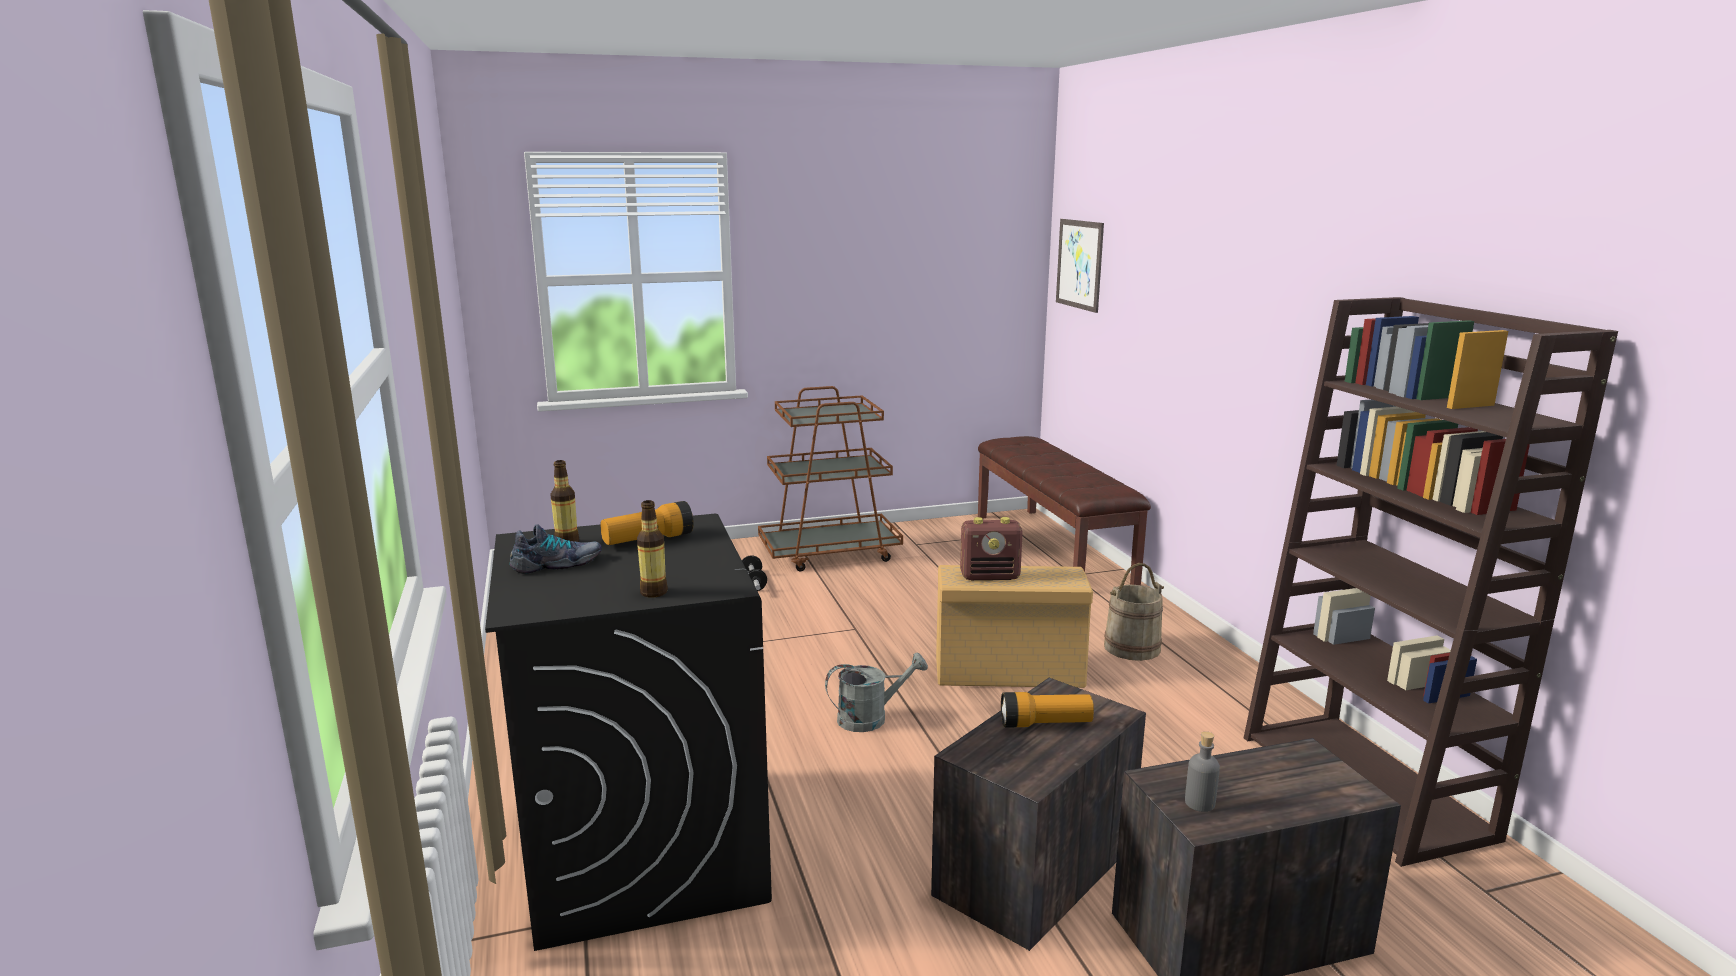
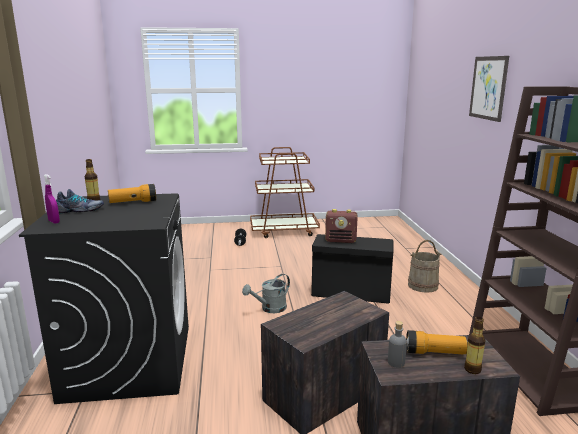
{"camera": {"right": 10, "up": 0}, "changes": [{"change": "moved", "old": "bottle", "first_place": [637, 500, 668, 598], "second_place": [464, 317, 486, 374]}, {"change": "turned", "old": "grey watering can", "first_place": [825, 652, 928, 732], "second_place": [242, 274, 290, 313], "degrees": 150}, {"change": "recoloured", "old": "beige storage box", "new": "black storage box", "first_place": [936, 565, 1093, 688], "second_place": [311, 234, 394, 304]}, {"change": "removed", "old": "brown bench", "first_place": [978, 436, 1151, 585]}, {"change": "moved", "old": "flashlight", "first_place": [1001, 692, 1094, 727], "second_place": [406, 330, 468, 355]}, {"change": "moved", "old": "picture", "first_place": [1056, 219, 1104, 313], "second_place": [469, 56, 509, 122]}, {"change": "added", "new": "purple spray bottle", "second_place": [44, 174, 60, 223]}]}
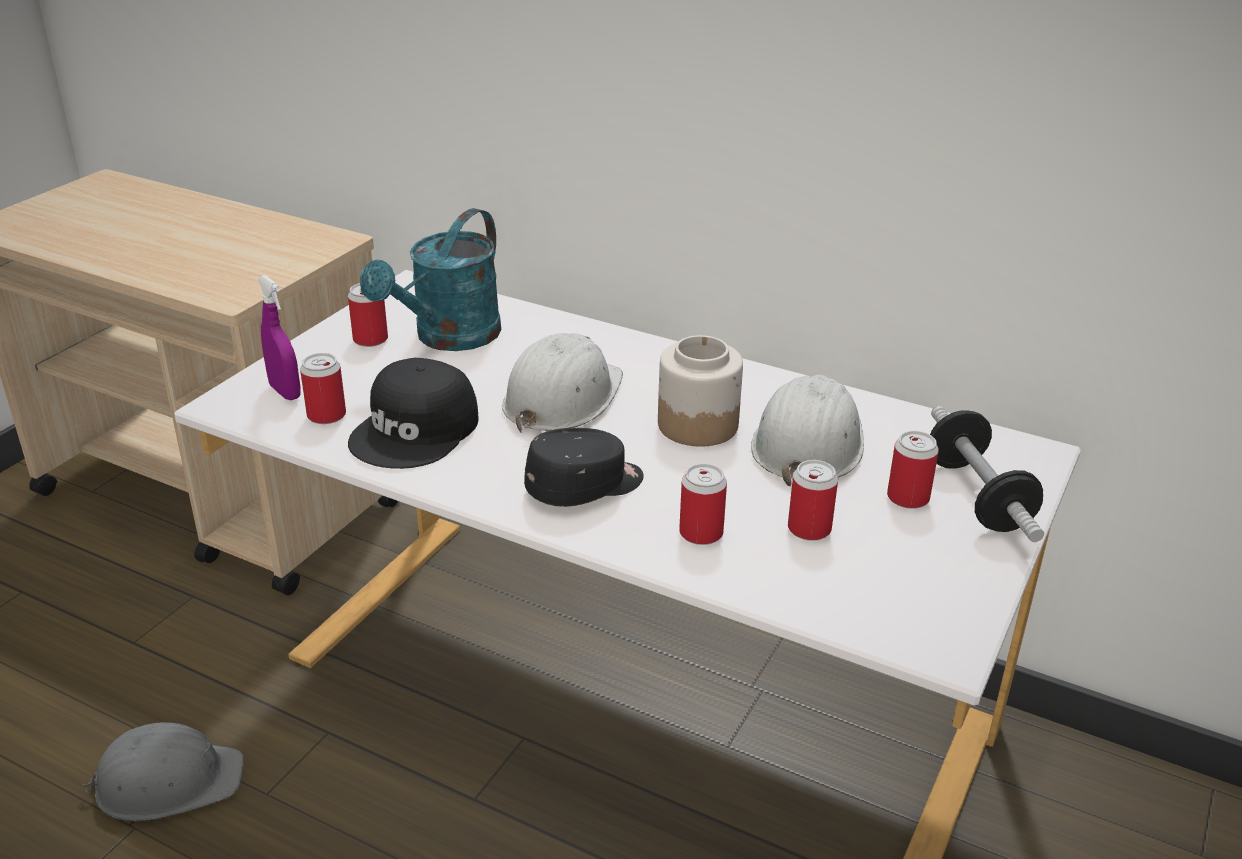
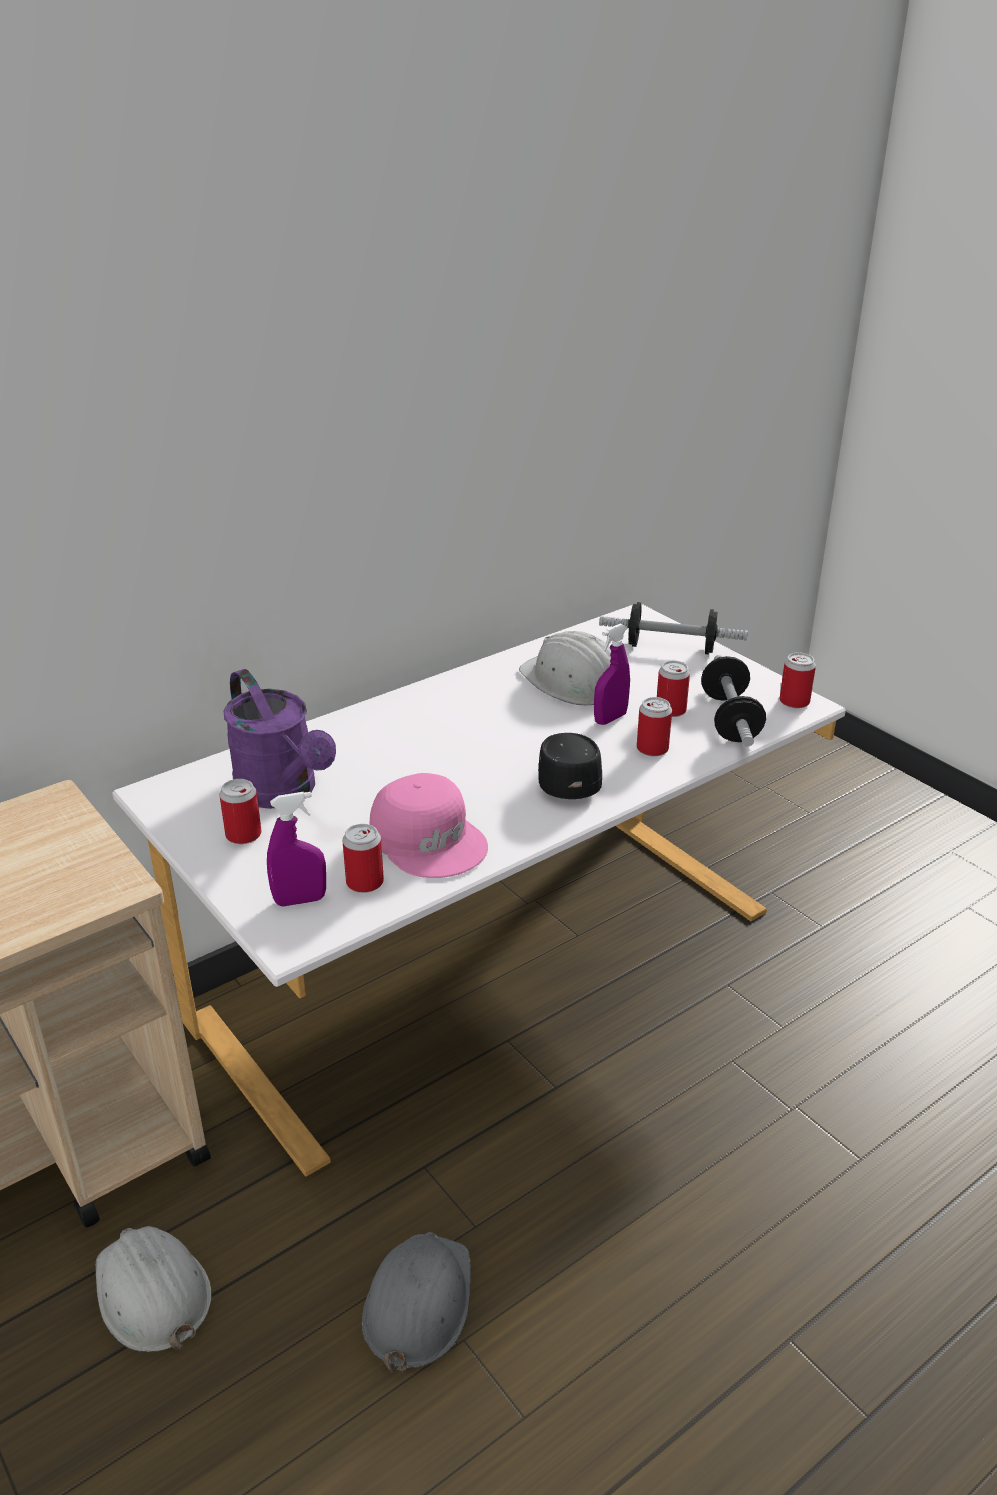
{"camera": {"right": -65, "up": 0}, "changes": [{"change": "recoloured", "old": "black cap", "new": "pink cap", "first_place": [348, 358, 479, 469], "second_place": [369, 773, 488, 878]}, {"change": "recoloured", "old": "turquoise watering can", "new": "purple watering can", "first_place": [360, 208, 501, 351], "second_place": [223, 669, 336, 809]}, {"change": "moved", "old": "white hard hat", "first_place": [502, 333, 623, 433], "second_place": [96, 1226, 212, 1352]}, {"change": "removed", "old": "jar", "first_place": [658, 335, 743, 447]}, {"change": "moved", "old": "can", "first_place": [887, 431, 939, 509], "second_place": [779, 652, 816, 708]}, {"change": "added", "new": "purple spray bottle", "second_place": [594, 624, 630, 725]}, {"change": "added", "new": "dumbbell", "second_place": [701, 655, 766, 747]}]}
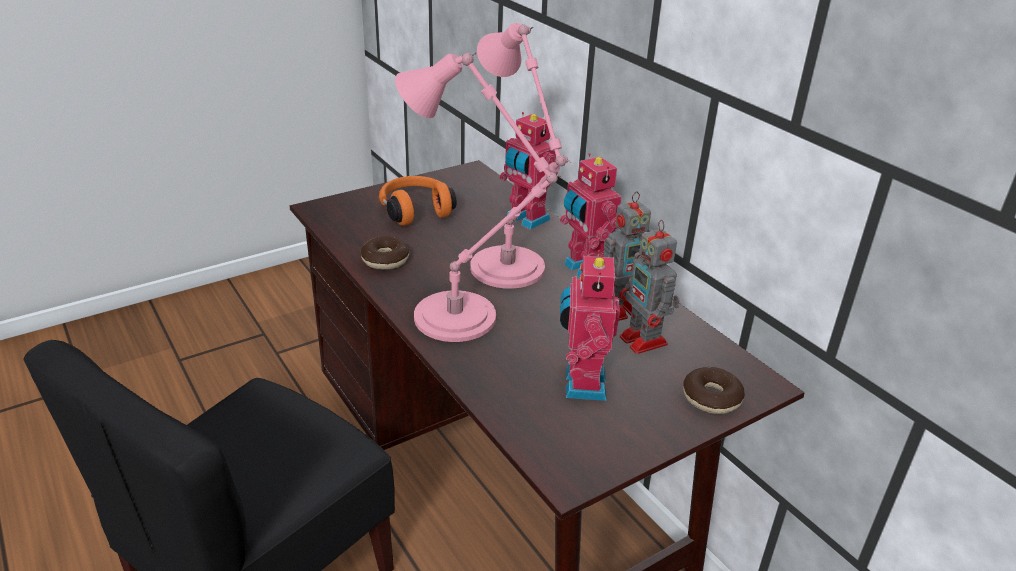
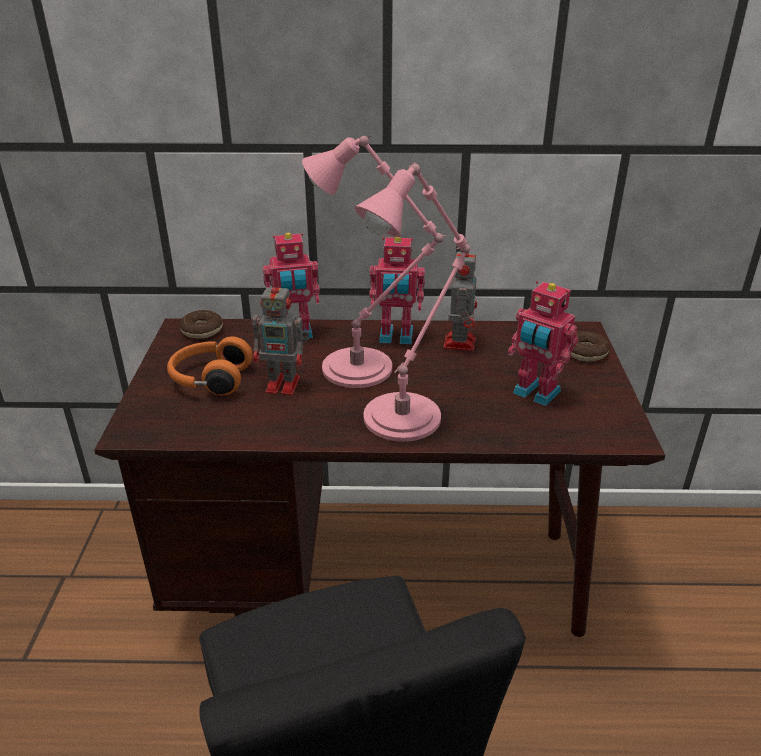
{"camera": {"right": -55, "up": 0}, "changes": [{"change": "moved", "old": "donut", "first_place": [360, 236, 409, 269], "second_place": [179, 310, 223, 338]}, {"change": "moved", "old": "toy robot", "first_place": [619, 220, 680, 354], "second_place": [252, 277, 309, 395]}]}
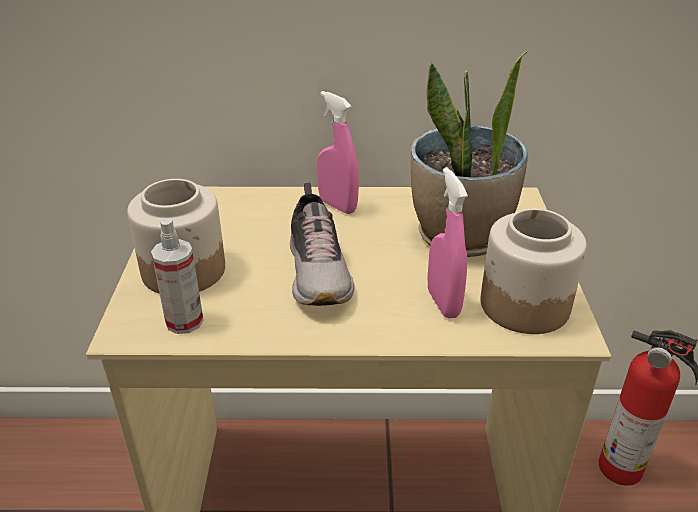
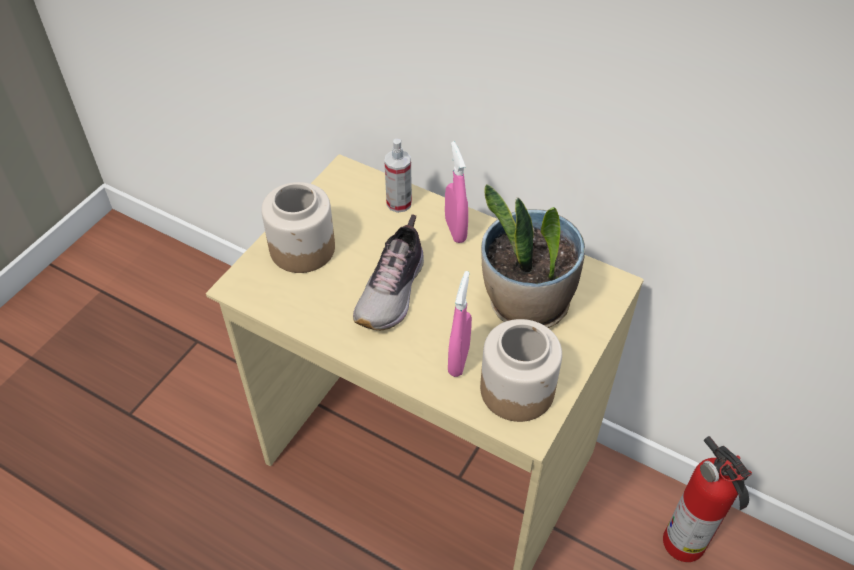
{"camera": {"right": 30, "up": 15}, "changes": [{"change": "moved", "old": "spray bottle", "first_place": [151, 218, 204, 334], "second_place": [384, 139, 412, 213]}]}
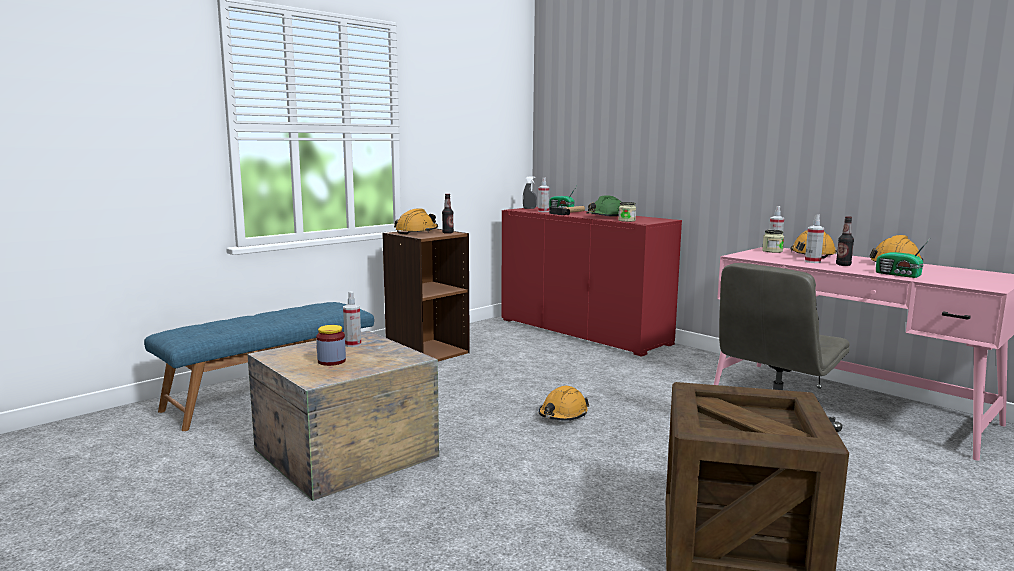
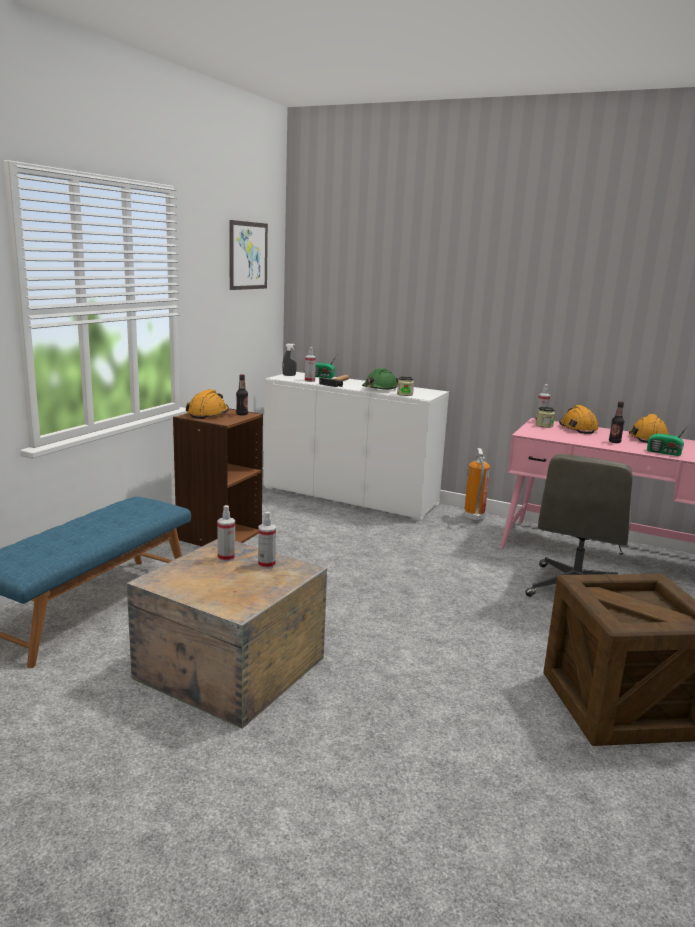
{"camera": {"right": -20, "up": 5}, "changes": [{"change": "removed", "old": "jar", "first_place": [316, 325, 346, 366]}, {"change": "recoloured", "old": "red cabinet", "new": "white cabinet", "first_place": [501, 207, 682, 357], "second_place": [264, 372, 449, 521]}, {"change": "removed", "old": "orange hard hat", "first_place": [538, 386, 589, 421]}, {"change": "moved", "old": "spray bottle", "first_place": [805, 215, 824, 263], "second_place": [258, 512, 276, 569]}, {"change": "added", "new": "picture", "second_place": [229, 220, 268, 290]}, {"change": "added", "new": "fire extinguisher", "second_place": [464, 448, 490, 522]}]}
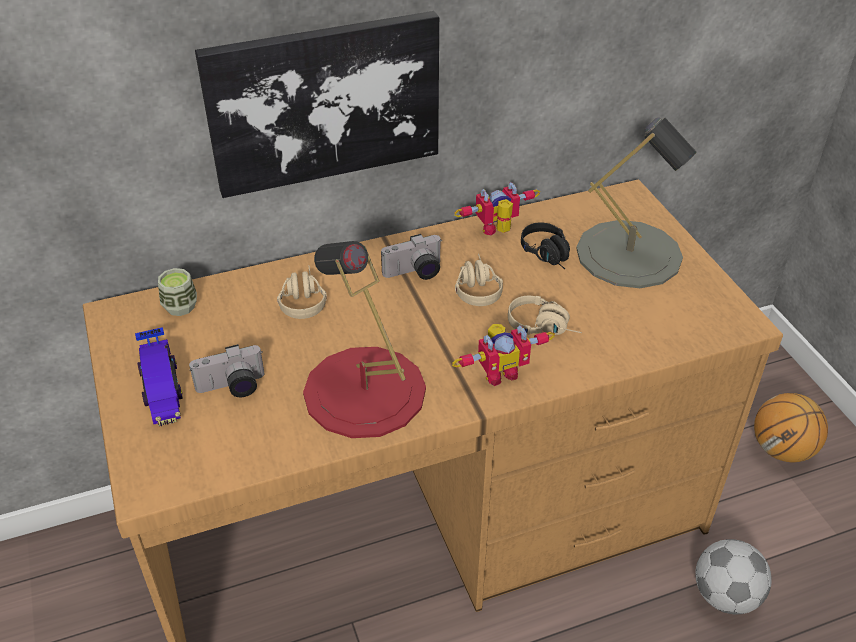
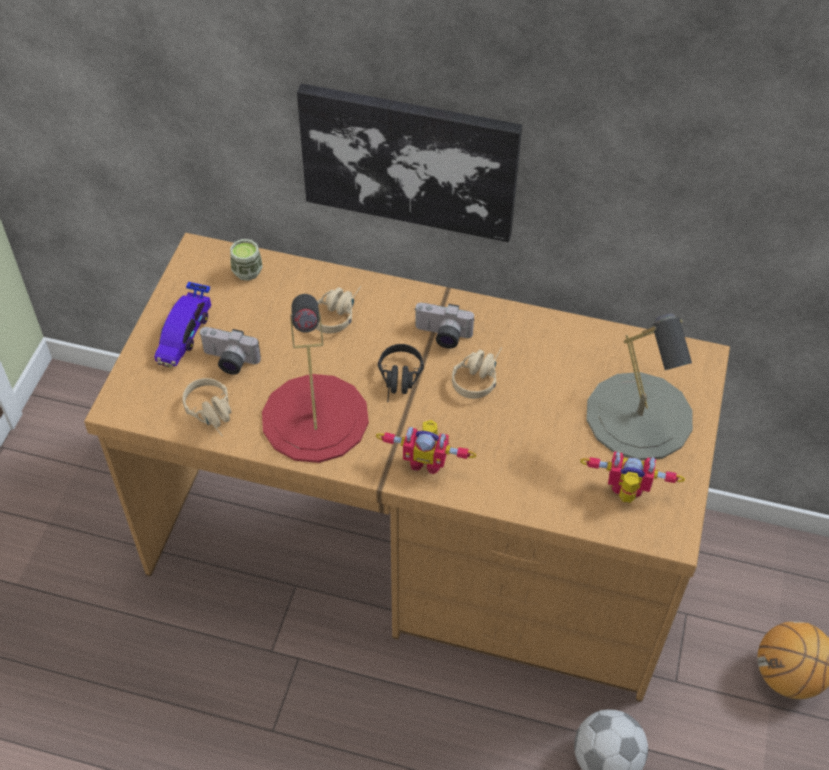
{"camera": {"right": 35, "up": 10}, "changes": [{"change": "moved", "old": "toy robot", "first_place": [455, 182, 540, 235], "second_place": [580, 451, 685, 503]}, {"change": "moved", "old": "beige headphones", "first_place": [508, 296, 582, 335], "second_place": [183, 378, 231, 436]}, {"change": "moved", "old": "black headphones", "first_place": [521, 222, 570, 269], "second_place": [378, 344, 424, 402]}]}
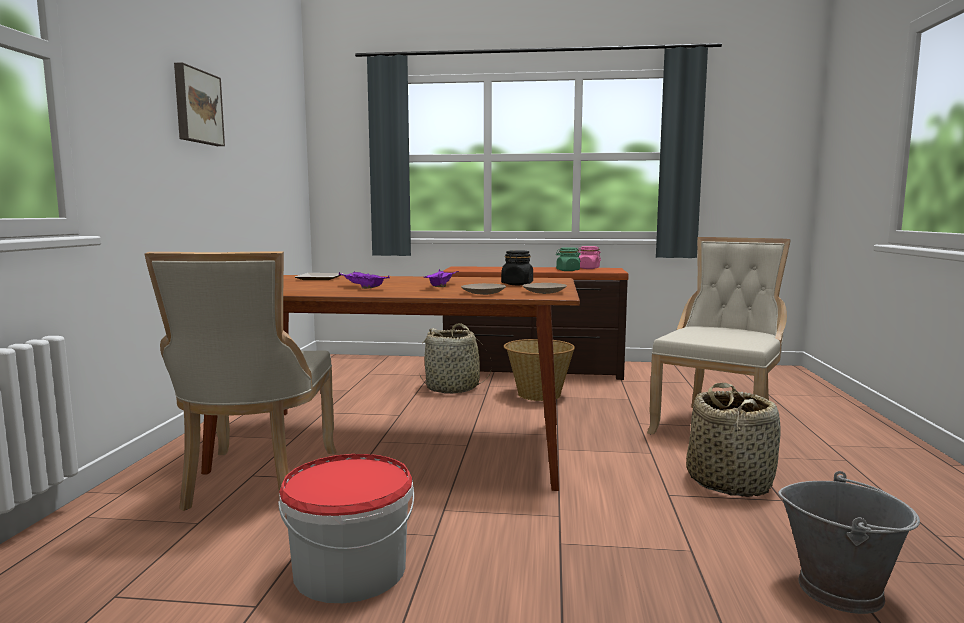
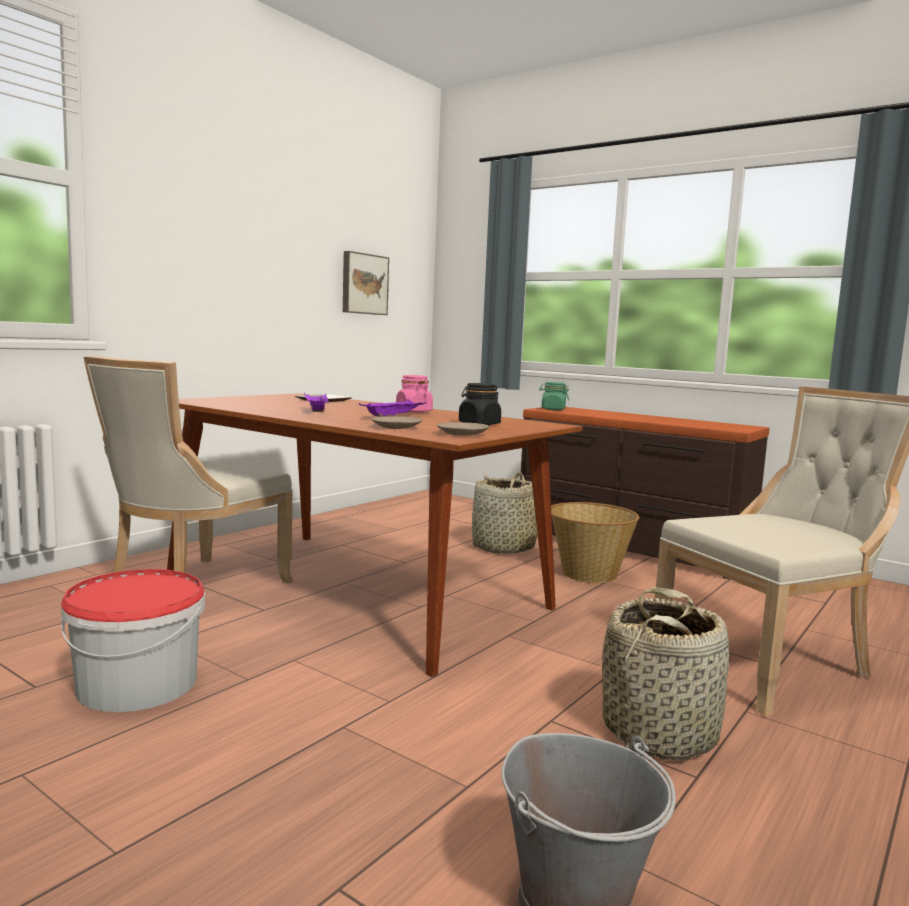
{"camera": {"right": 30, "up": 0}, "changes": [{"change": "moved", "old": "picture", "first_place": [174, 62, 225, 146], "second_place": [343, 251, 389, 315]}, {"change": "moved", "old": "green jar", "first_place": [556, 247, 580, 271], "second_place": [539, 382, 569, 410]}, {"change": "moved", "old": "pink jar", "first_place": [578, 246, 601, 269], "second_place": [396, 375, 433, 413]}]}
